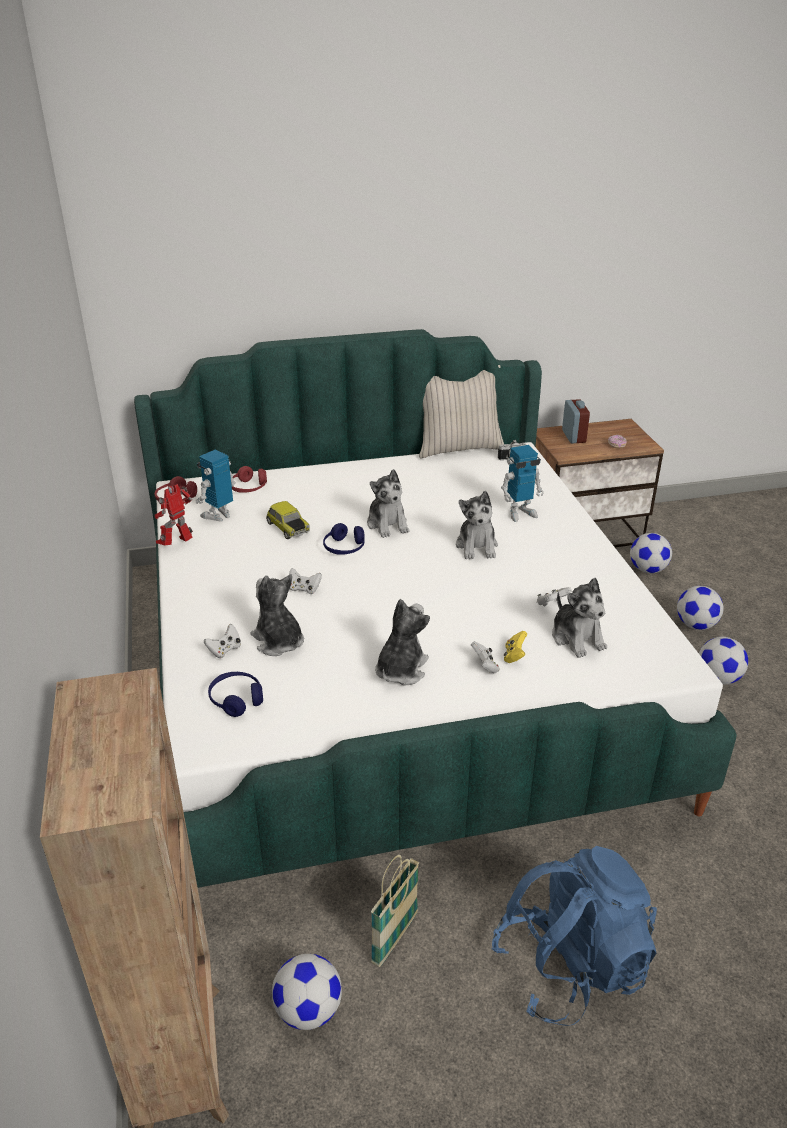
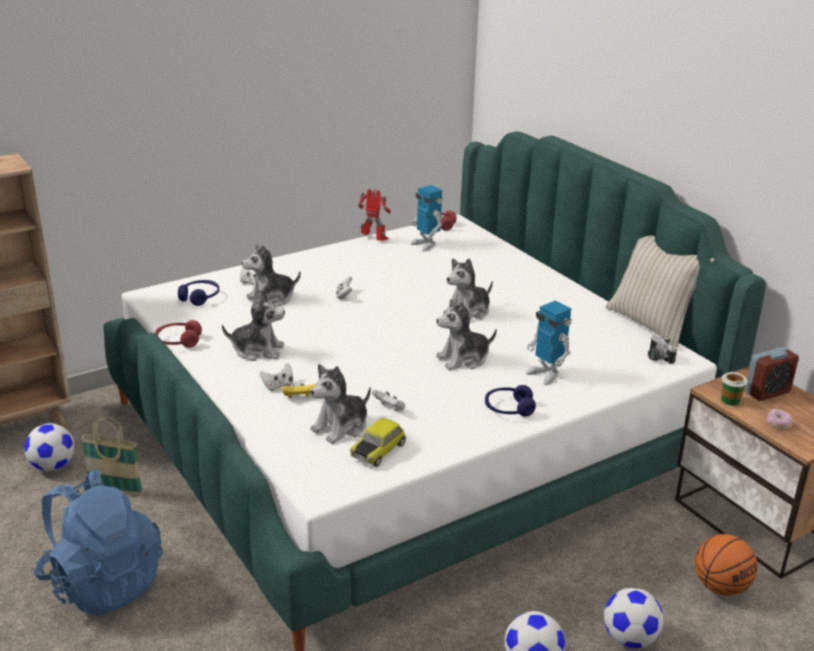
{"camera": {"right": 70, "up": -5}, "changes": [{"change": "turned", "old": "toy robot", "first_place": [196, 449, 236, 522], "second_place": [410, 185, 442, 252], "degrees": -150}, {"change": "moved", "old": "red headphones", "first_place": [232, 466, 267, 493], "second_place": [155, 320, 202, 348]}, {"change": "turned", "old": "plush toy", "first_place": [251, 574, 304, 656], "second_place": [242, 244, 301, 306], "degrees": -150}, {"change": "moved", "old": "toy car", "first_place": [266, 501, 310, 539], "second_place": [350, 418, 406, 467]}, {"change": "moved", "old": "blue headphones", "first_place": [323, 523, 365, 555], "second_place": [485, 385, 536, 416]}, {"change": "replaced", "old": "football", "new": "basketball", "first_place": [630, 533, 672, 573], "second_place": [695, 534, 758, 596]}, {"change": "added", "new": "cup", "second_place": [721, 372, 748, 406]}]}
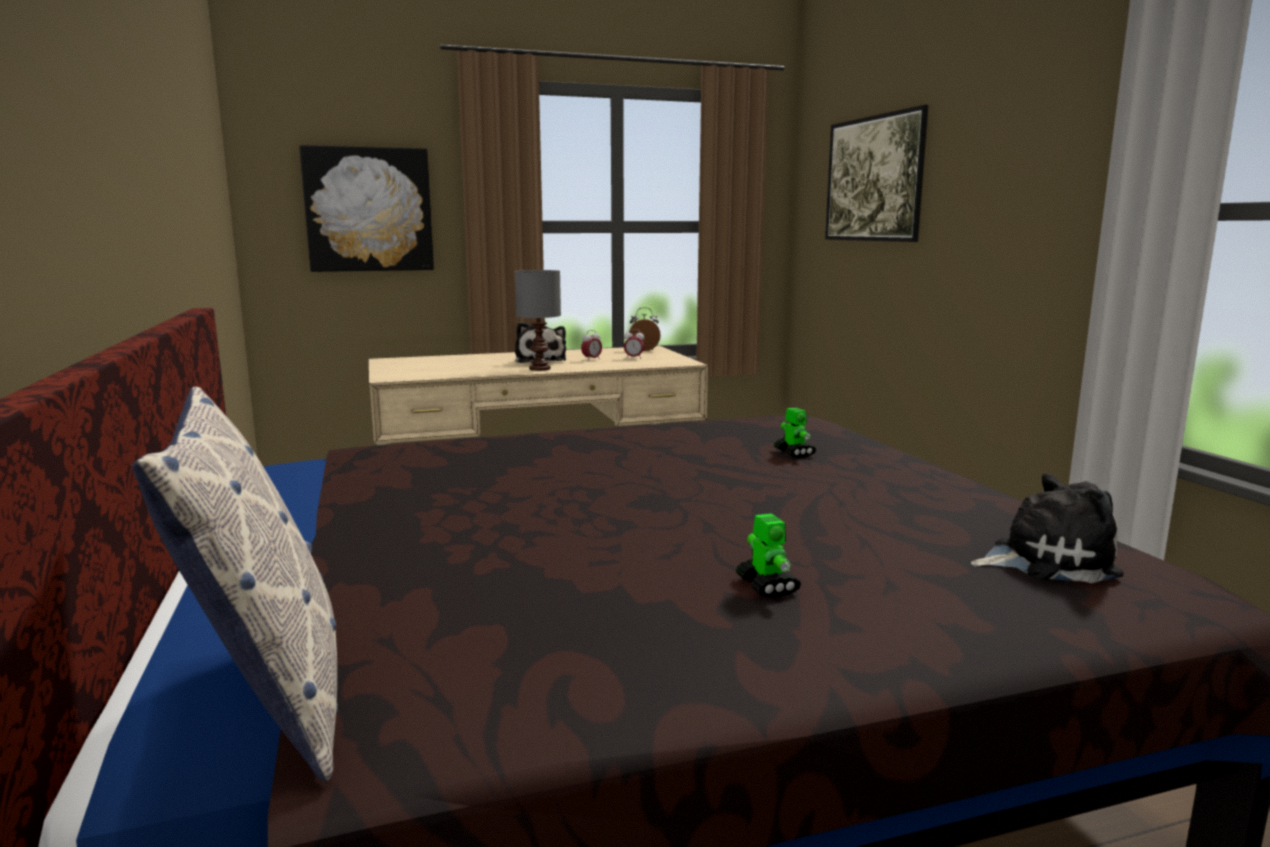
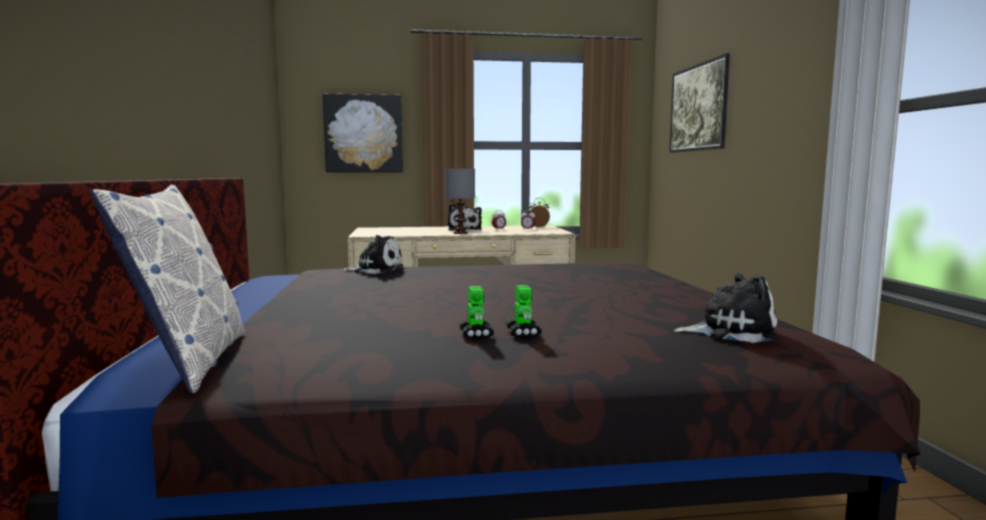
{"camera": {"right": 10, "up": -5}, "changes": [{"change": "moved", "old": "toy robot", "first_place": [774, 408, 816, 458], "second_place": [459, 286, 494, 340]}, {"change": "added", "new": "plush toy", "second_place": [342, 235, 404, 274]}]}
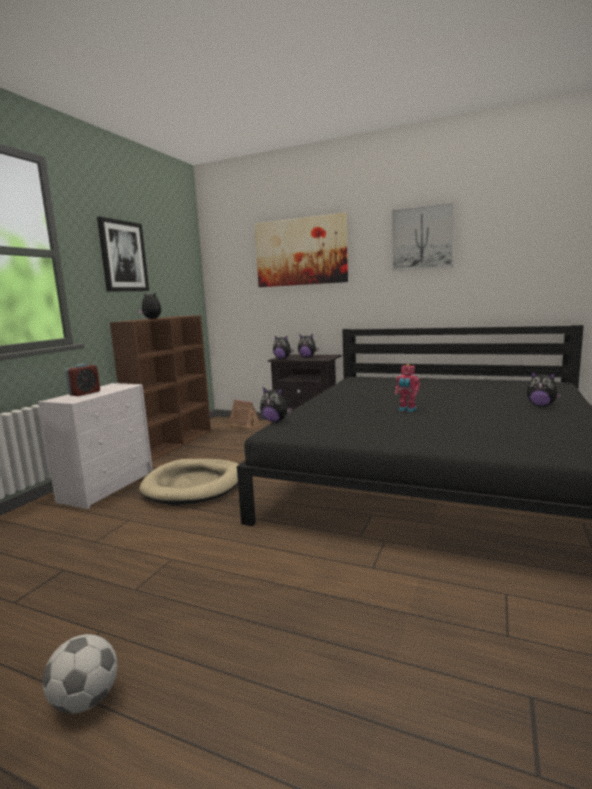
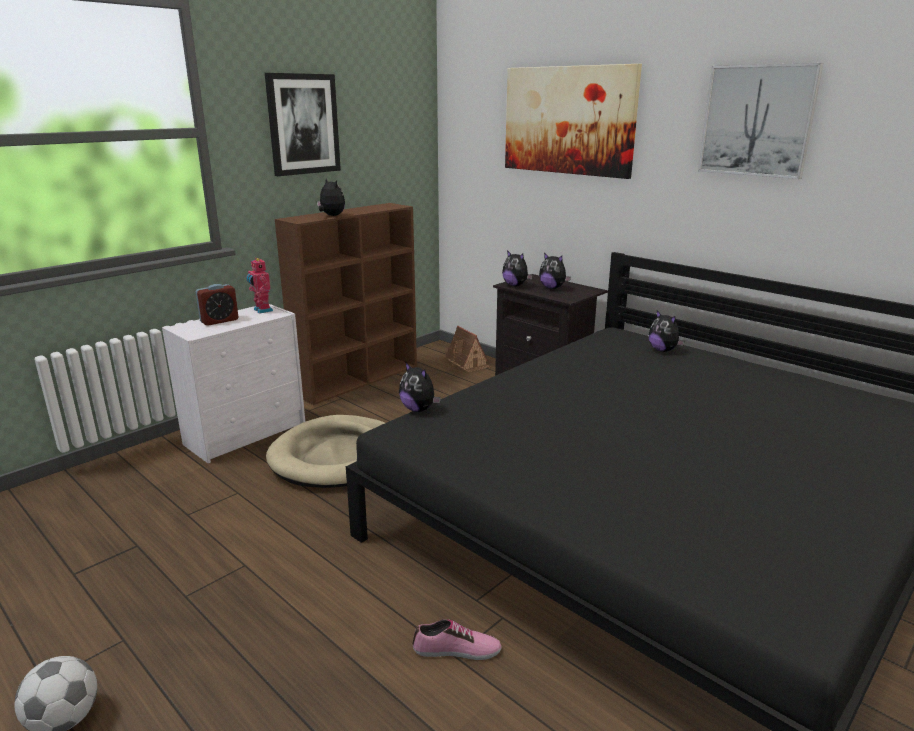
{"camera": {"right": 20, "up": 10}, "changes": [{"change": "moved", "old": "toy robot", "first_place": [395, 364, 420, 412], "second_place": [246, 258, 273, 314]}, {"change": "moved", "old": "plush toy", "first_place": [527, 371, 562, 406], "second_place": [649, 310, 685, 352]}, {"change": "added", "new": "shoe", "second_place": [413, 619, 502, 660]}]}
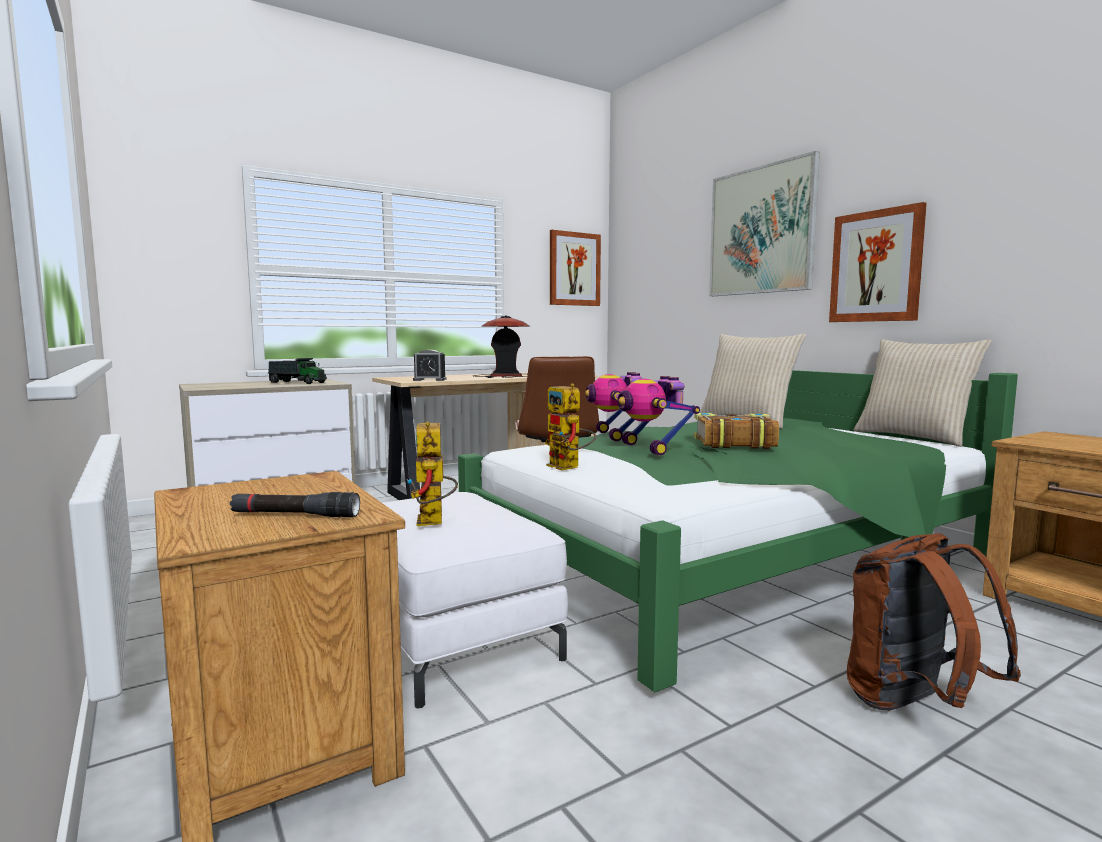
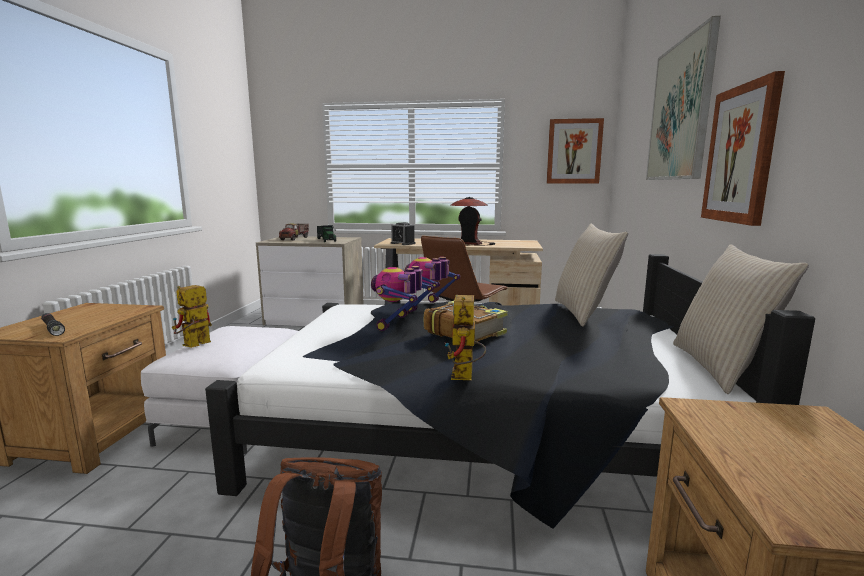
{"camera": {"right": 40, "up": 5}, "changes": [{"change": "recoloured", "old": "green bed", "new": "black bed", "first_place": [458, 370, 1018, 692], "second_place": [205, 254, 815, 529]}, {"change": "moved", "old": "toy robot", "first_place": [545, 384, 596, 470], "second_place": [445, 295, 486, 380]}, {"change": "added", "new": "toy truck", "second_place": [279, 223, 309, 241]}]}
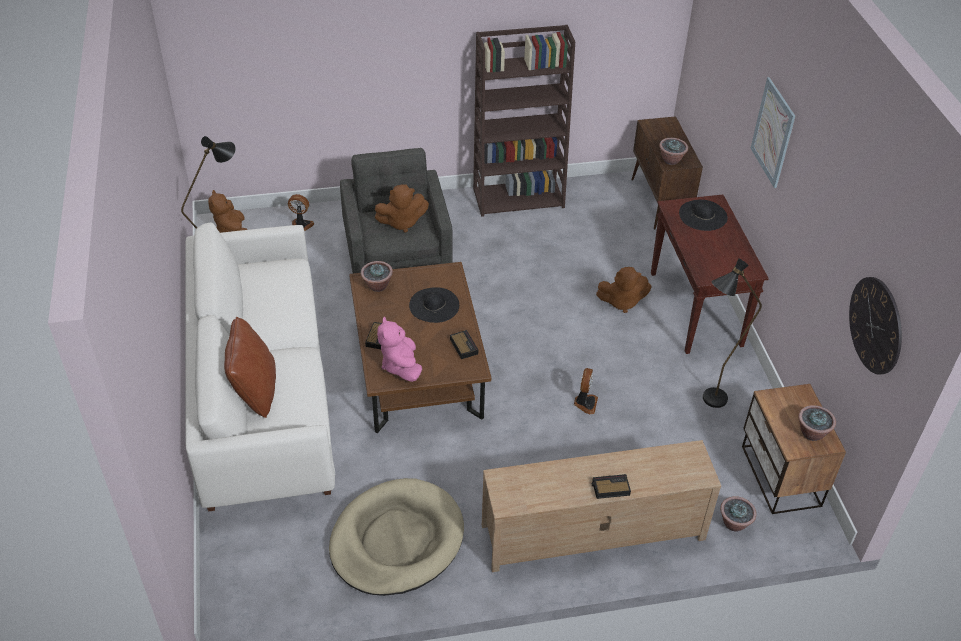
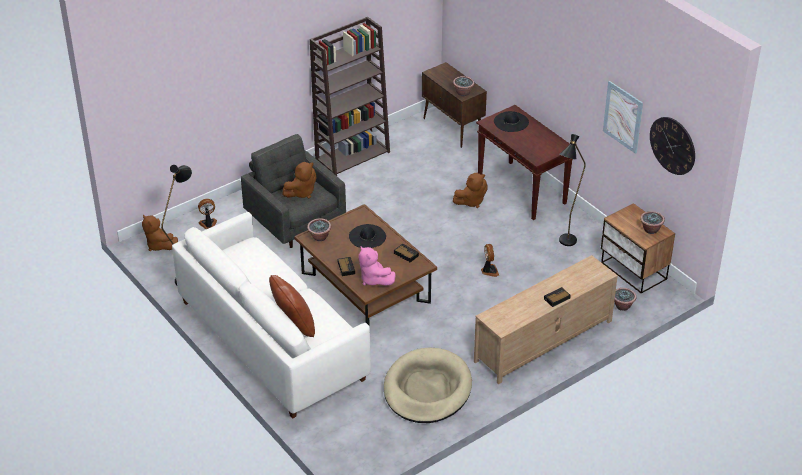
{"camera": {"right": -25, "up": -5}, "changes": [{"change": "moved", "old": "picture", "first_place": [751, 77, 795, 188], "second_place": [603, 81, 643, 154]}]}
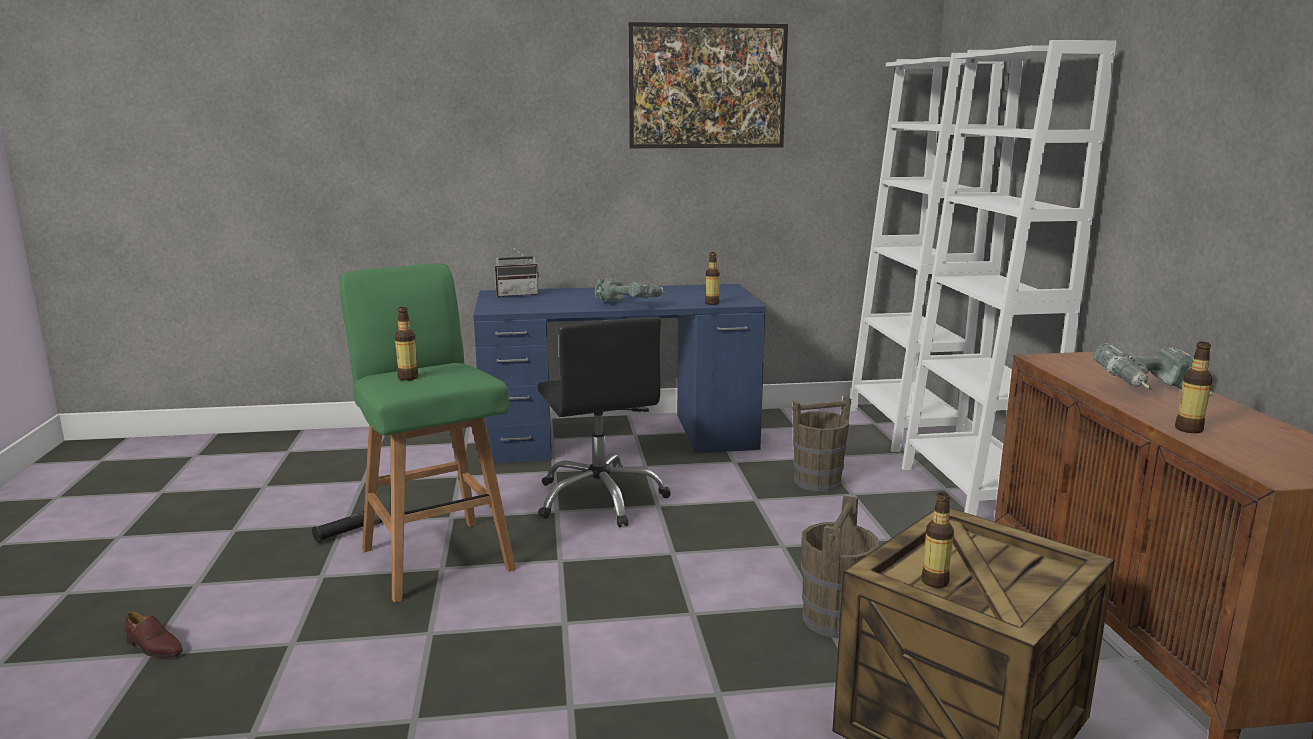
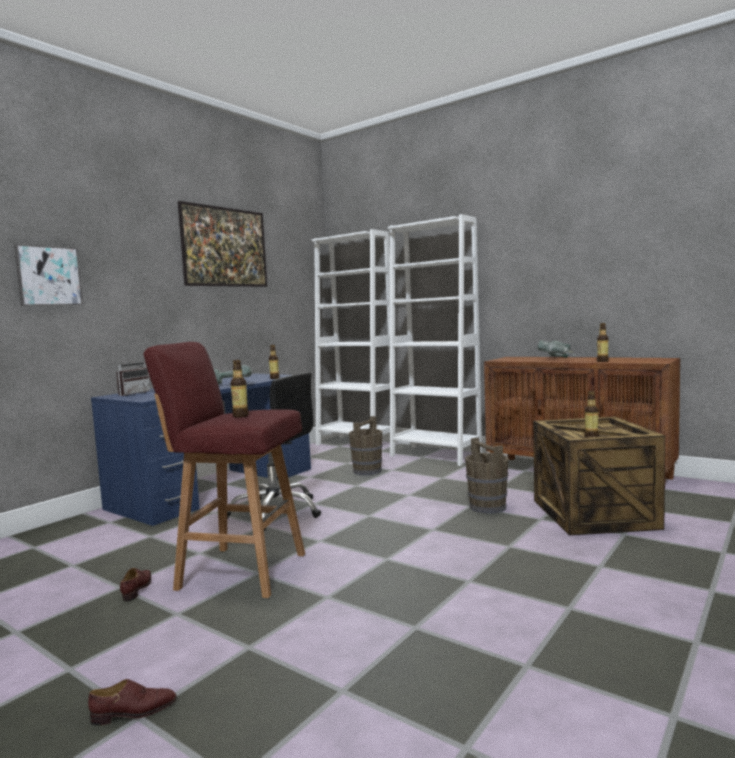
{"camera": {"right": -45, "up": -10}, "changes": [{"change": "replaced", "old": "black flashlight", "new": "brown shoe", "first_place": [312, 511, 382, 542], "second_place": [120, 568, 151, 602]}, {"change": "recoloured", "old": "green stool", "new": "red stool", "first_place": [339, 264, 516, 603], "second_place": [144, 342, 305, 598]}, {"change": "added", "new": "picture", "second_place": [14, 244, 83, 306]}]}
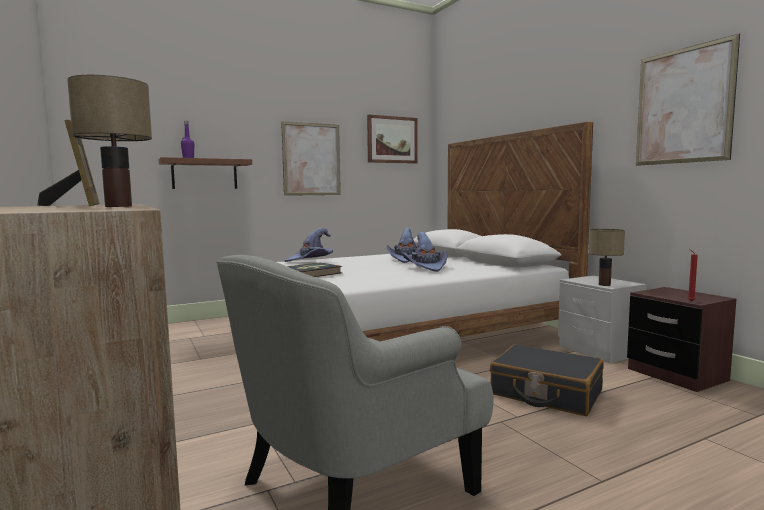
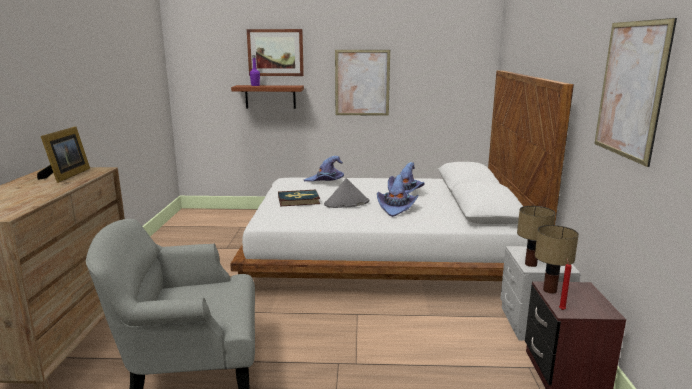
{"camera": {"right": 30, "up": 10}, "changes": [{"change": "moved", "old": "table lamp", "first_place": [67, 75, 152, 207], "second_place": [535, 225, 579, 294]}, {"change": "moved", "old": "picture", "first_place": [367, 115, 417, 164], "second_place": [247, 29, 304, 76]}, {"change": "removed", "old": "black suitcase", "first_place": [490, 344, 604, 416]}, {"change": "added", "new": "grey hat", "second_place": [324, 178, 369, 208]}]}
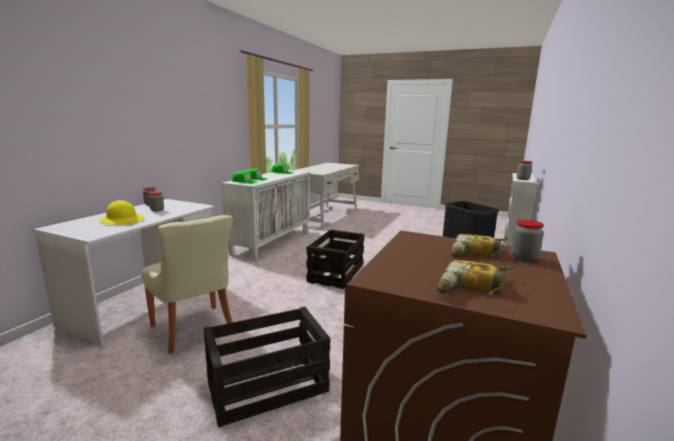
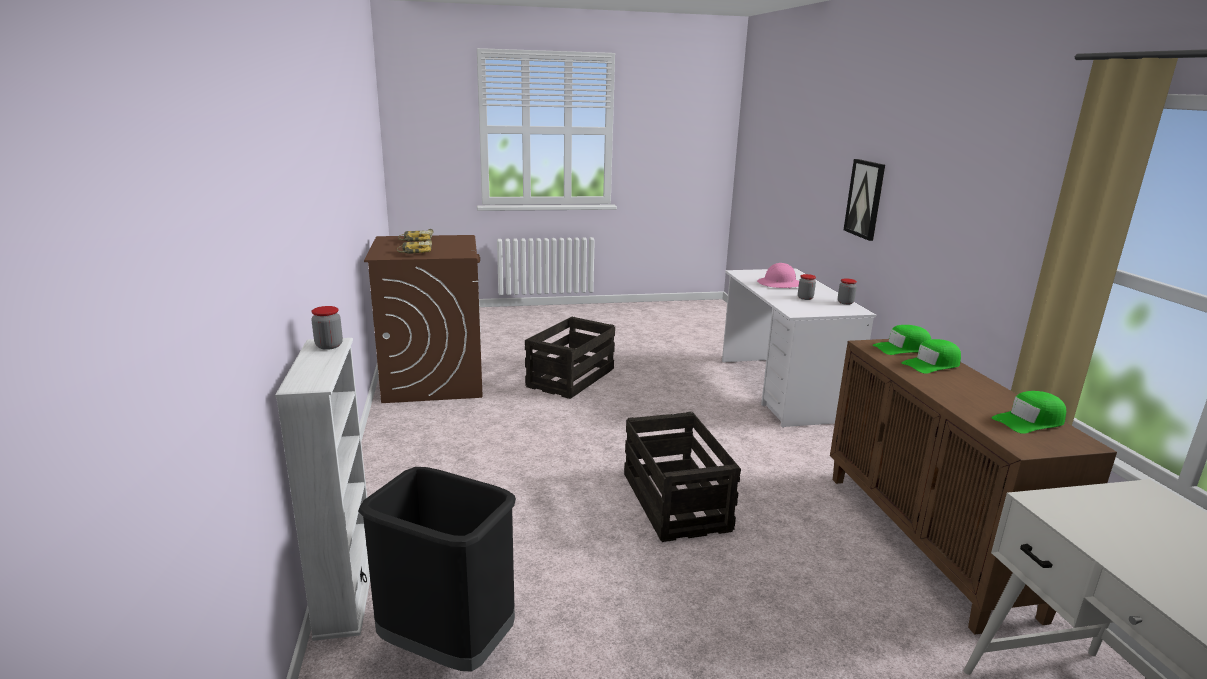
{"camera": {"right": 145, "up": 5}, "changes": [{"change": "recoloured", "old": "yellow hard hat", "new": "pink hard hat", "first_place": [99, 200, 144, 224], "second_place": [757, 263, 799, 289]}, {"change": "removed", "old": "beige chair", "first_place": [141, 215, 233, 353]}, {"change": "recoloured", "old": "white cabinet", "new": "brown cabinet", "first_place": [221, 170, 310, 260], "second_place": [830, 339, 1117, 635]}, {"change": "removed", "old": "jar", "first_place": [511, 220, 544, 262]}, {"change": "added", "new": "picture", "second_place": [844, 159, 885, 241]}]}
